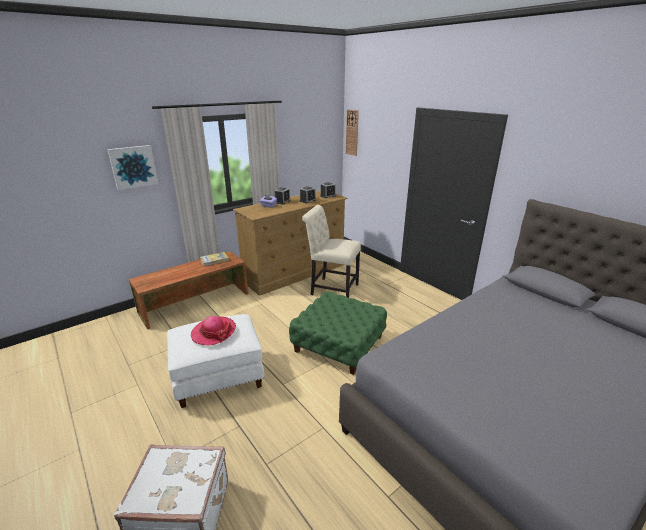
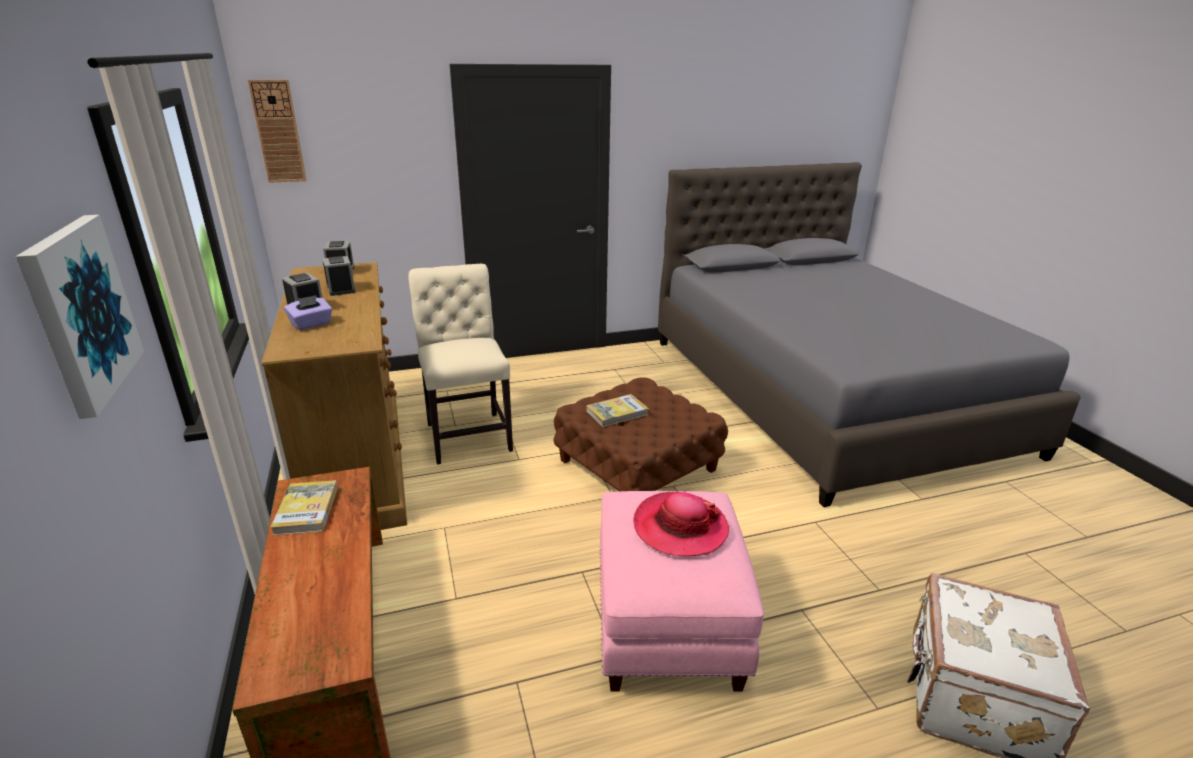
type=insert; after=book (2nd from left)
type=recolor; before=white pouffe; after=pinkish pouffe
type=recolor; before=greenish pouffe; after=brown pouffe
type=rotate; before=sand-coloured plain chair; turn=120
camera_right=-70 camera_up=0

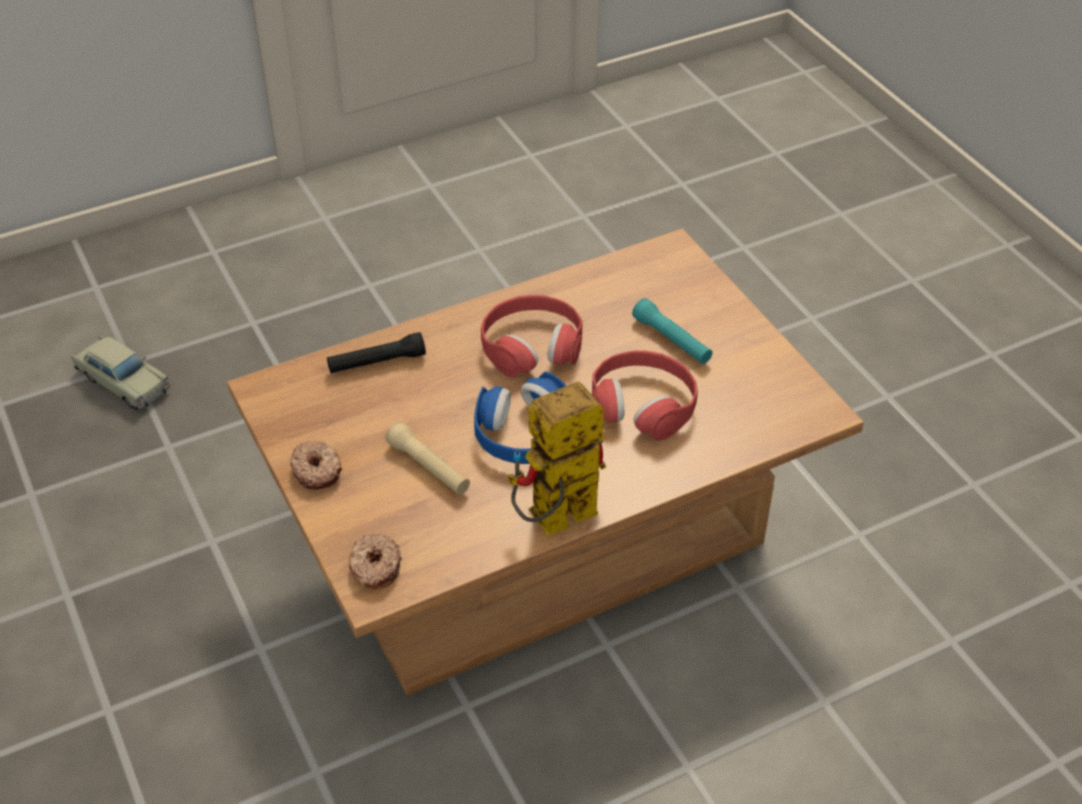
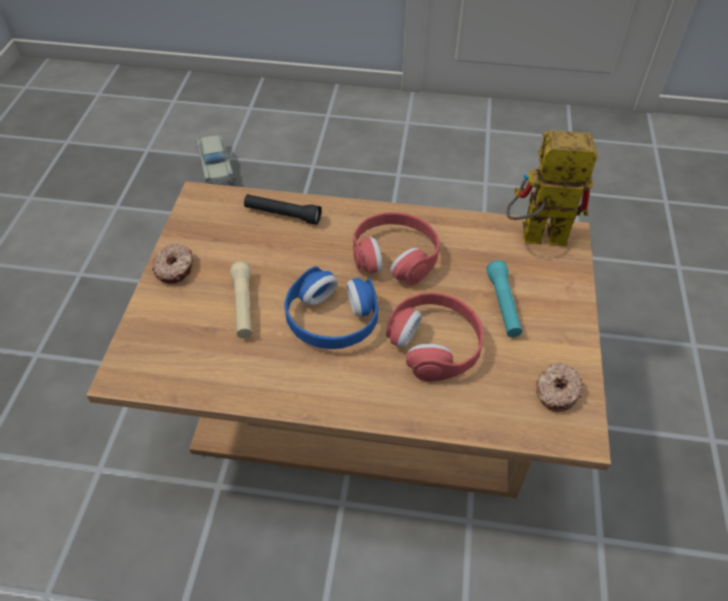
type=move; before=doughnut (2nd from left)
type=move; before=toy robot
camera_right=35 camera_up=5

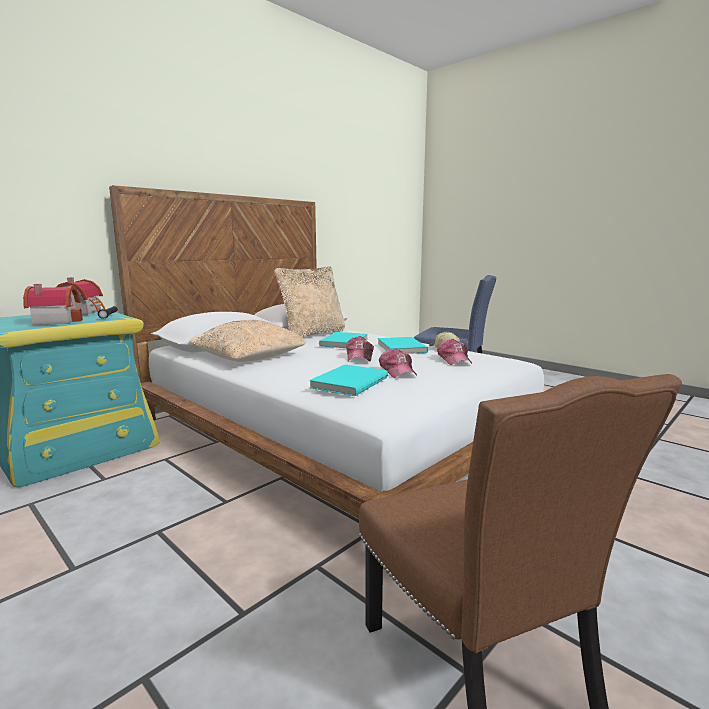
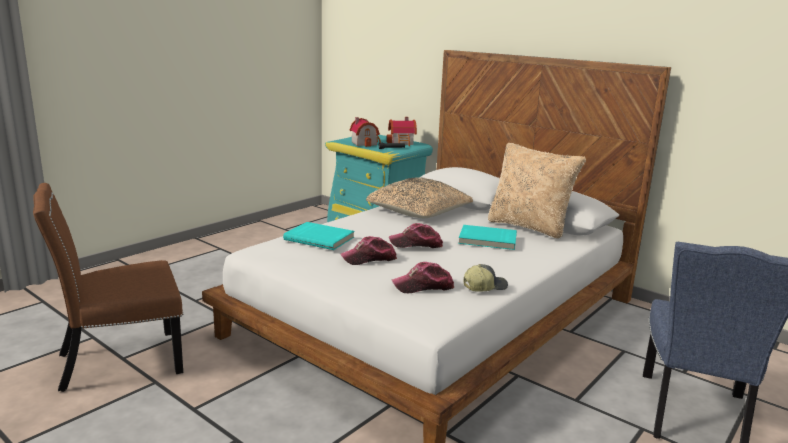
type=delete; before=turquoise book (3rd from left)
camera_right=85 camera_up=5

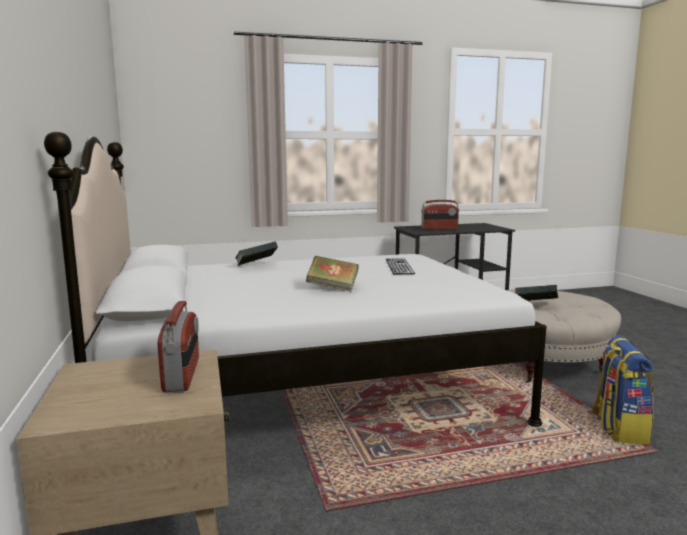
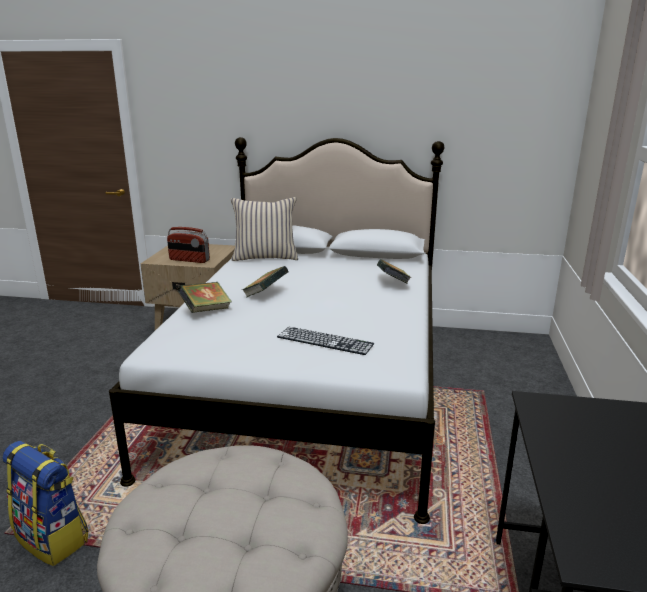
type=delete; before=radio receiver (2nd from left)
type=insert; after=sand-coloured cushion
type=move; before=book (3rd from left in the first image); after=book (1st from left)
camera_right=115 camera_up=10

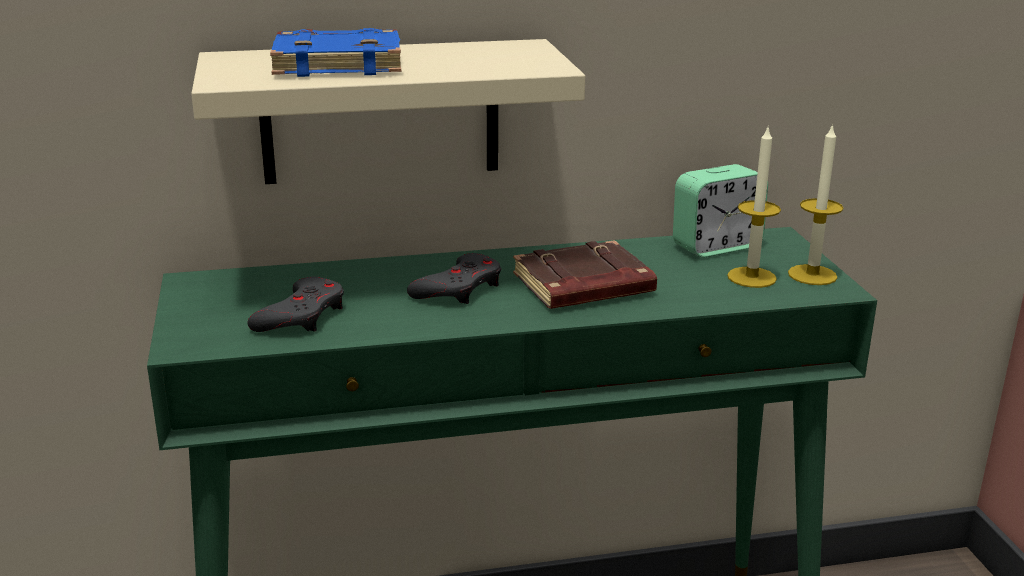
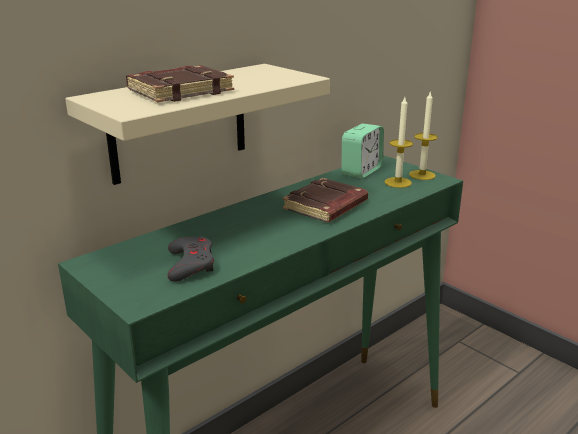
type=delete; before=gray joypad (2nd from left)
type=recolor; before=blue book; after=brown book (1st from left)
camera_right=-30 camera_up=0

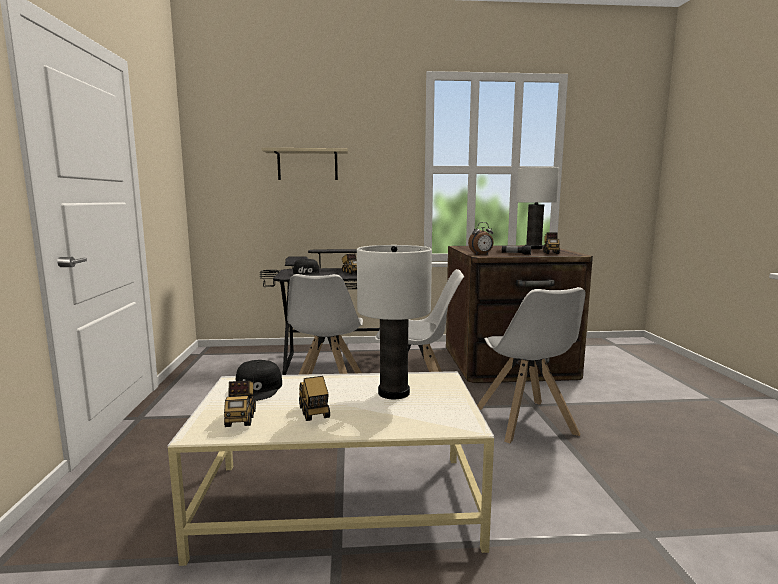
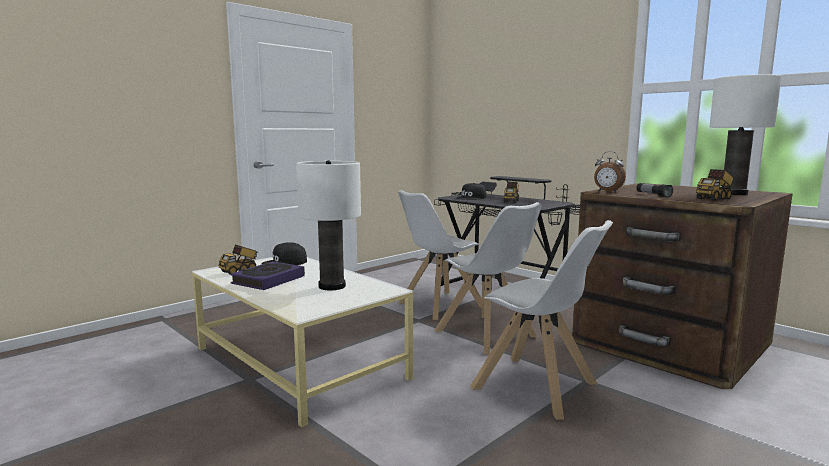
type=delete; before=sand-coloured bracket shelf
type=replace; before=toy lorry (2nd from left); after=book
type=rotate; before=plain chair (3rd from left); turn=-90
camera_right=50 camera_up=0

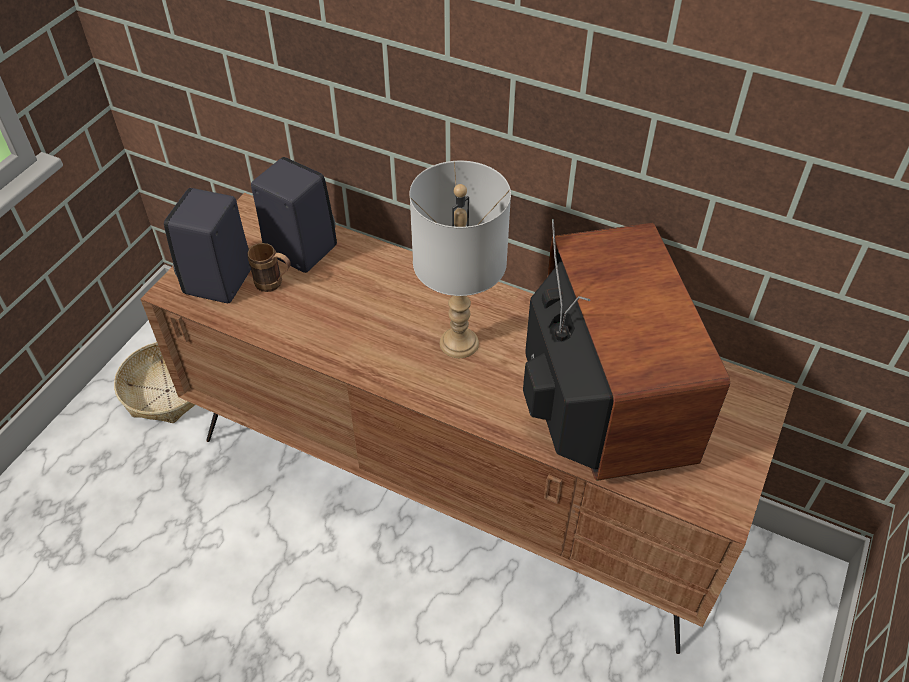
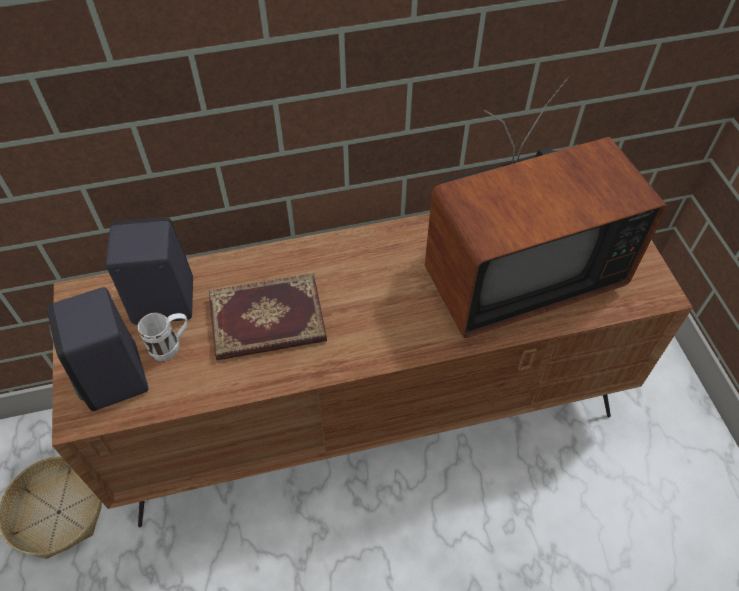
type=delete; before=gray lamp for a table
type=insert; after=book
type=recolor; before=brown coffee mug; after=white coffee mug
type=rotate; before=TV set; turn=120
camera_right=-40 camera_up=5

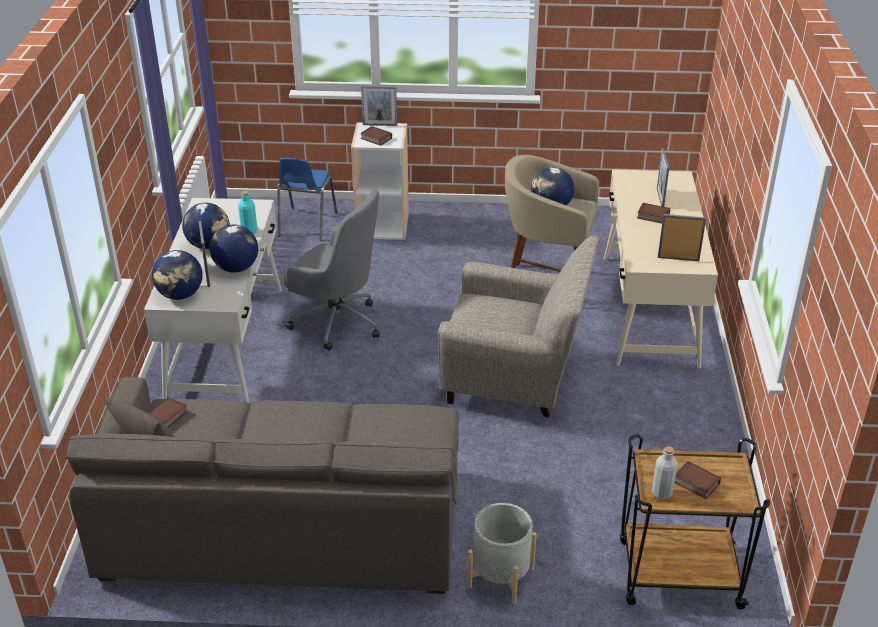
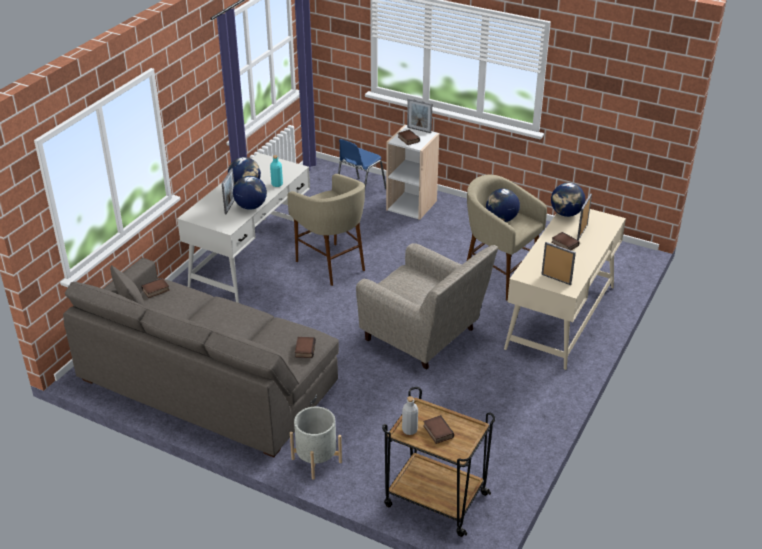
type=insert; after=book (2nd from left)
type=move; before=world globe (1st from left in the first image); after=world globe (4th from left)
type=replace; before=gray desk chair; after=sand-coloured sitting stool (1st from left)
camera_right=25 camera_up=0

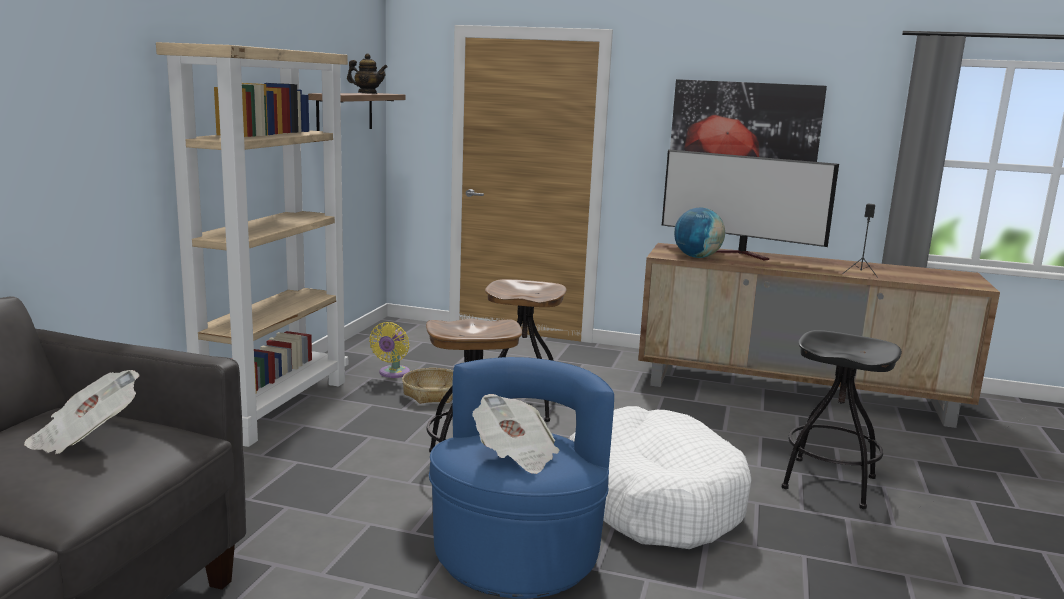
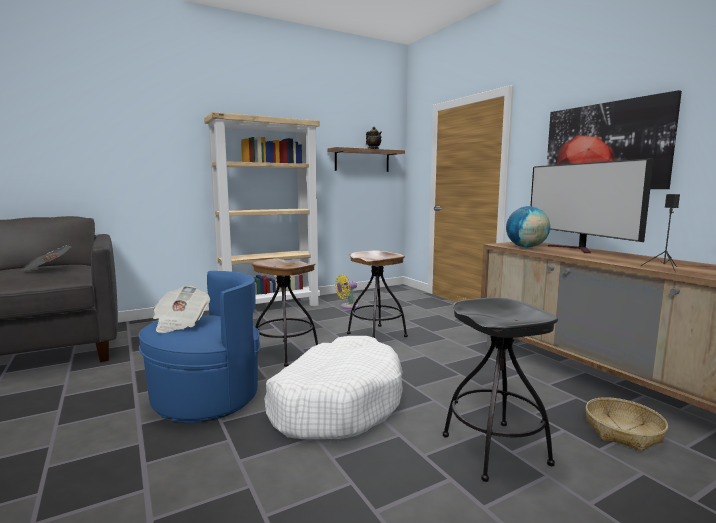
type=move; before=household basket
camera_right=45 camera_up=-5

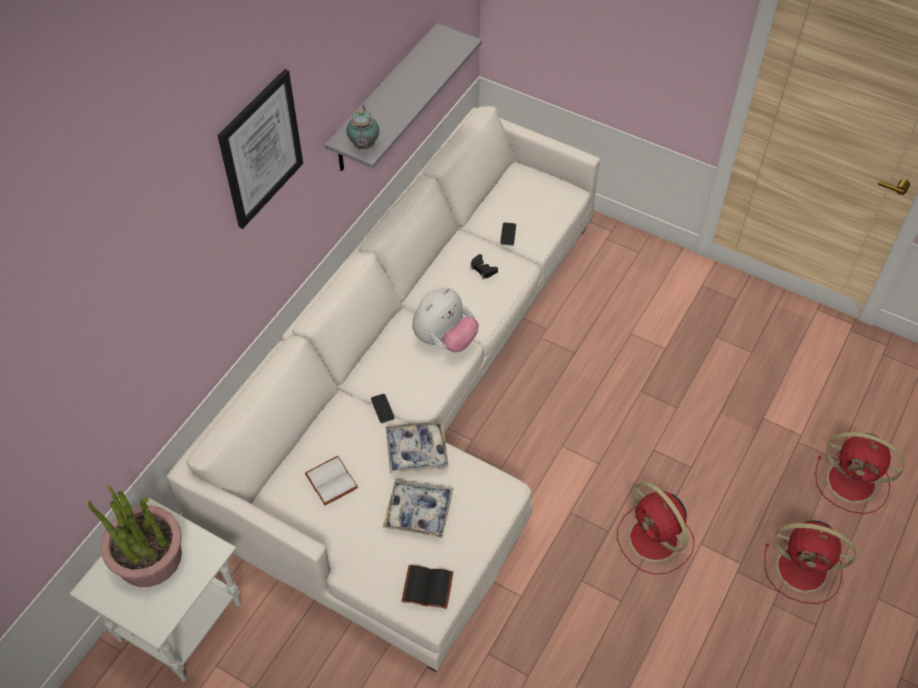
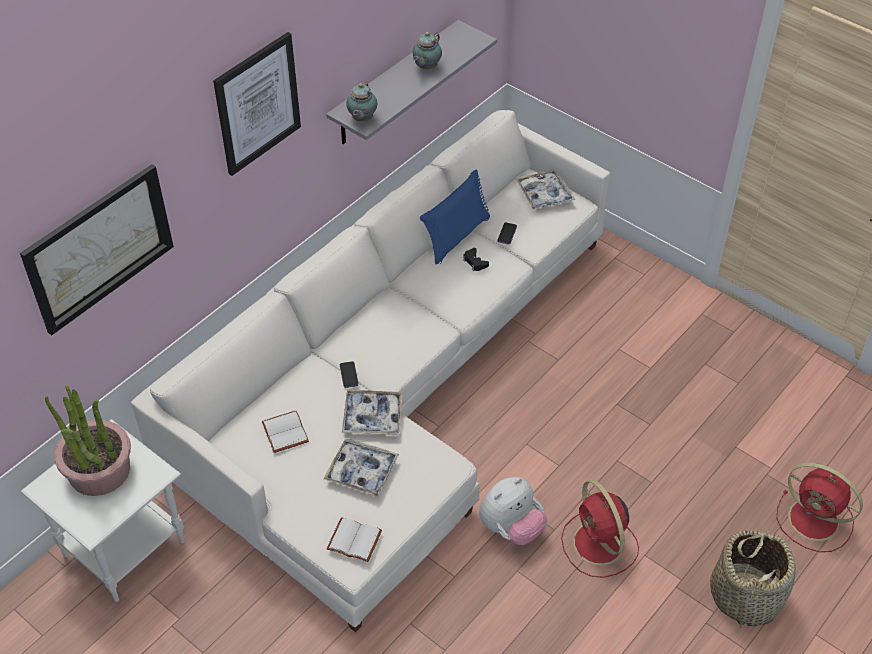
type=insert; after=wall picture (1st from left)
type=insert; after=pot for tea (2nd from left)
type=insert; after=blue cushion
type=insert; after=carrying tray (3rd from left)
type=move; before=soft toy
type=replace; before=reddish cooling fan (2nd from left); after=household basket
type=recolor; before=black book; after=white book (2nd from left)
camera_right=10 camera_up=-5

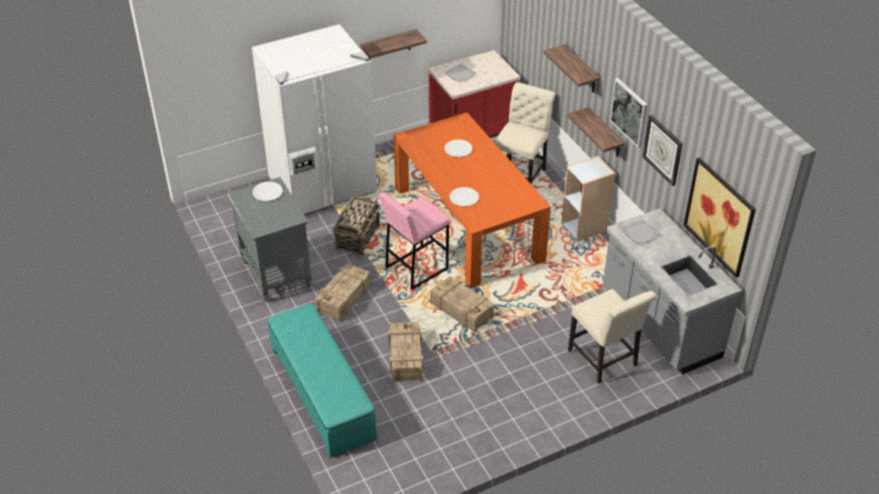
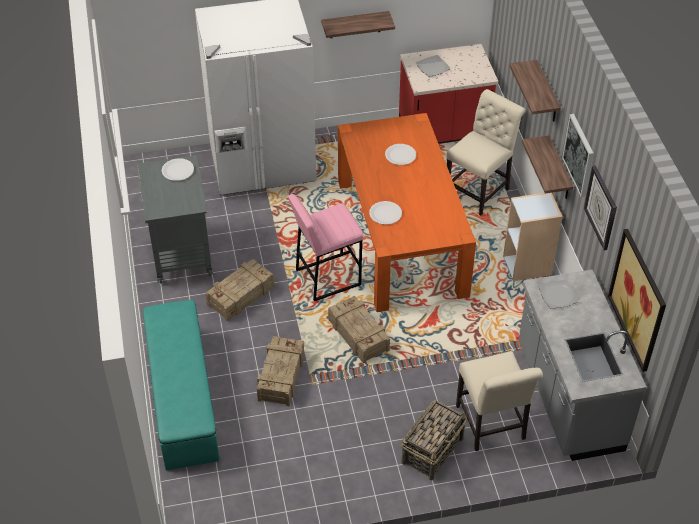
type=move; before=household basket
camera_right=15 camera_up=5

